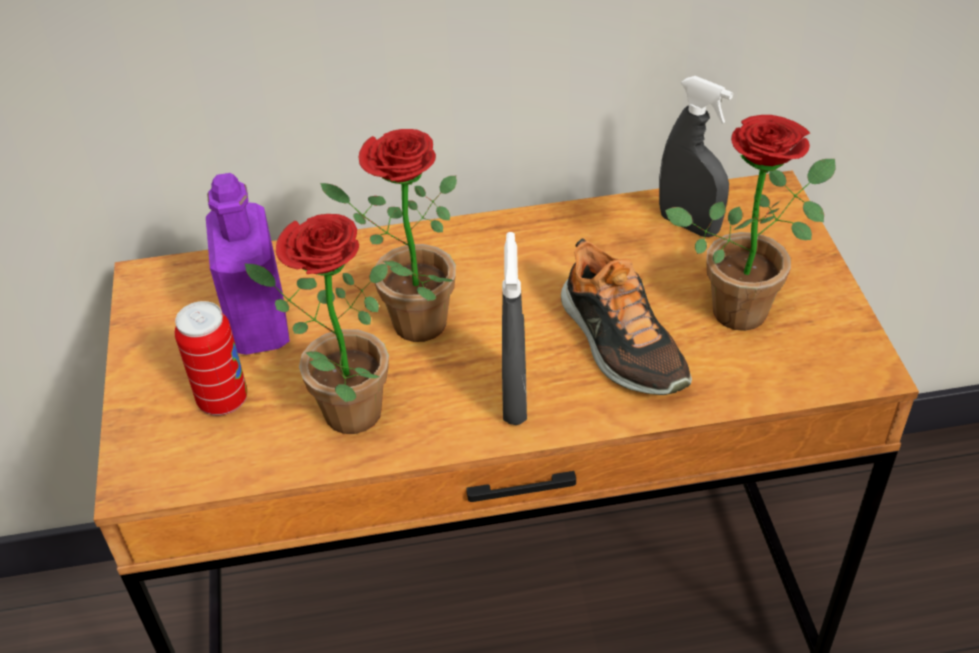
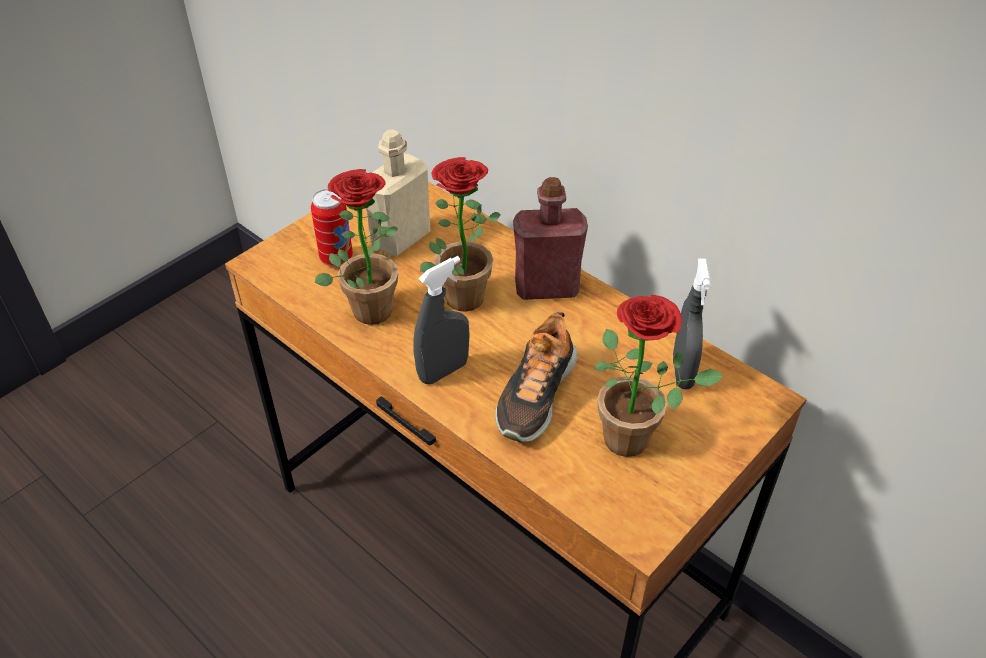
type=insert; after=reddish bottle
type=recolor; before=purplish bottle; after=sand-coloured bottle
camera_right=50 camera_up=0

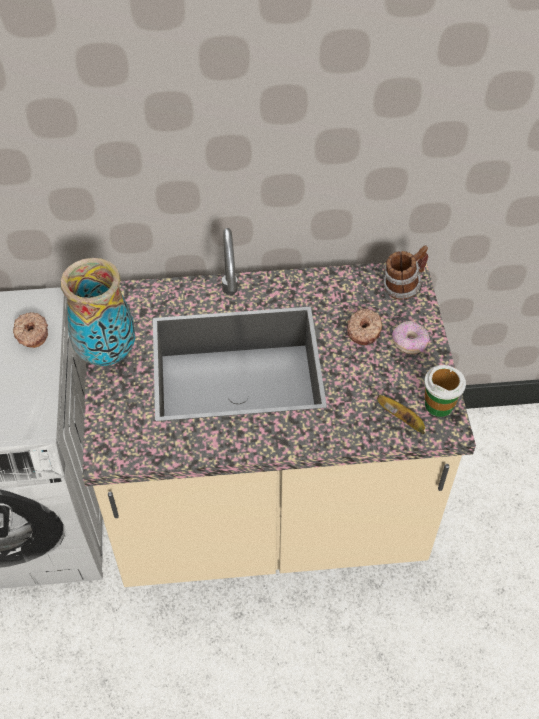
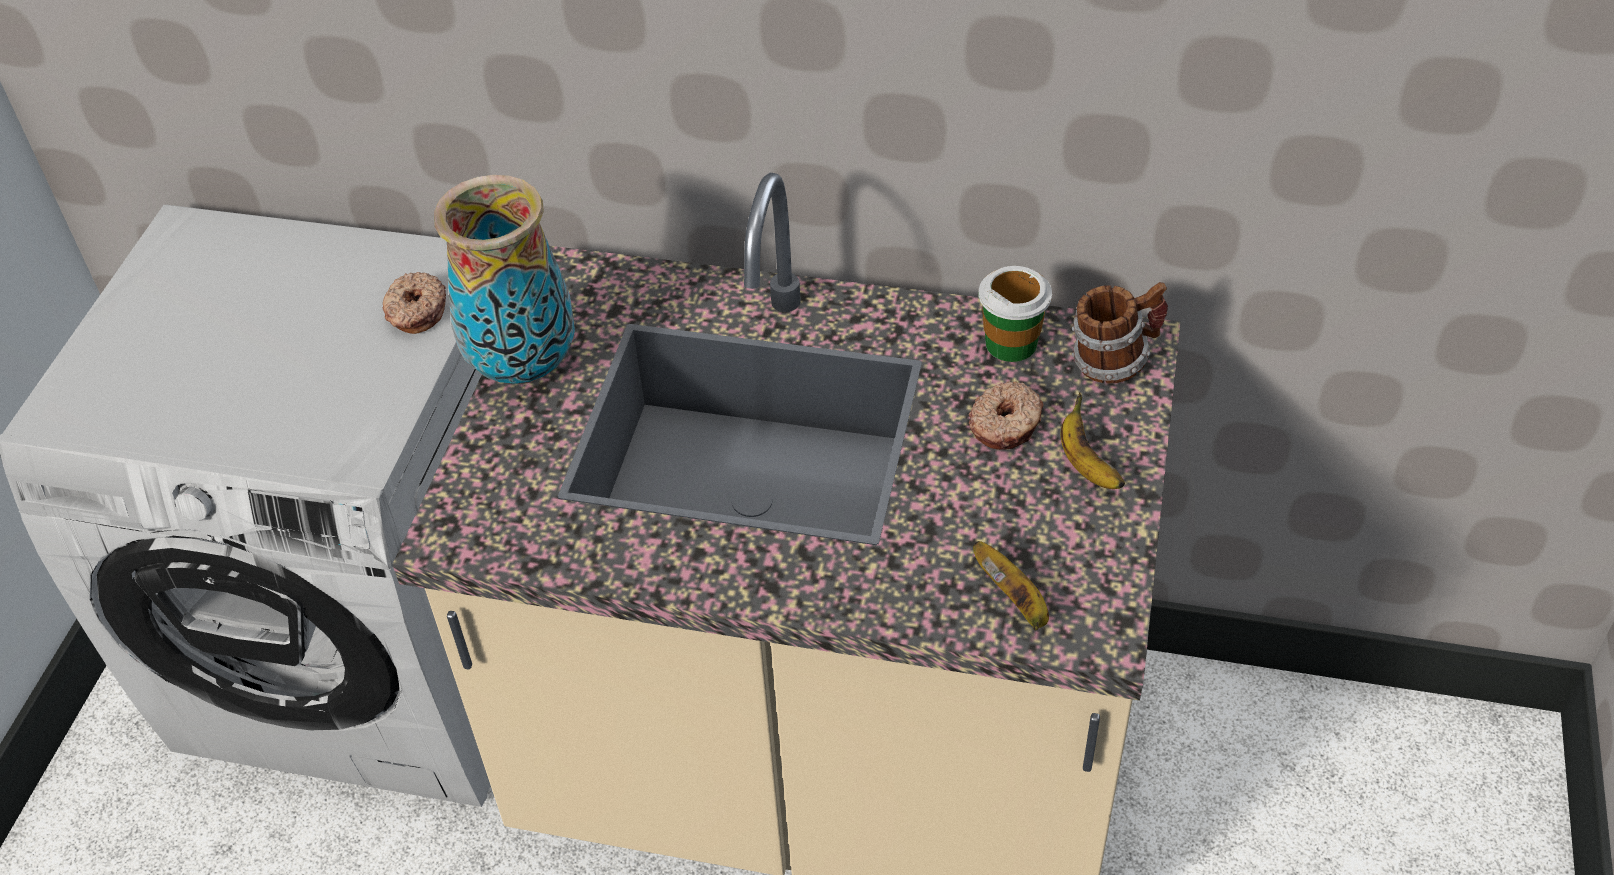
type=move; before=drinking cup
type=replace; before=doughnut (3rd from left); after=whole banana (2nd from left)
camera_right=20 camera_up=-5

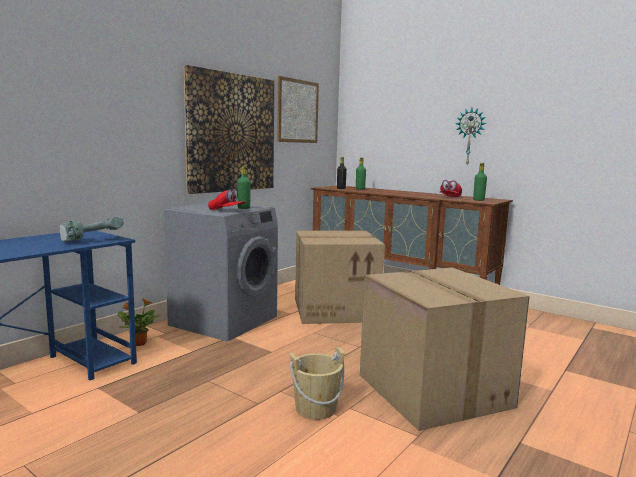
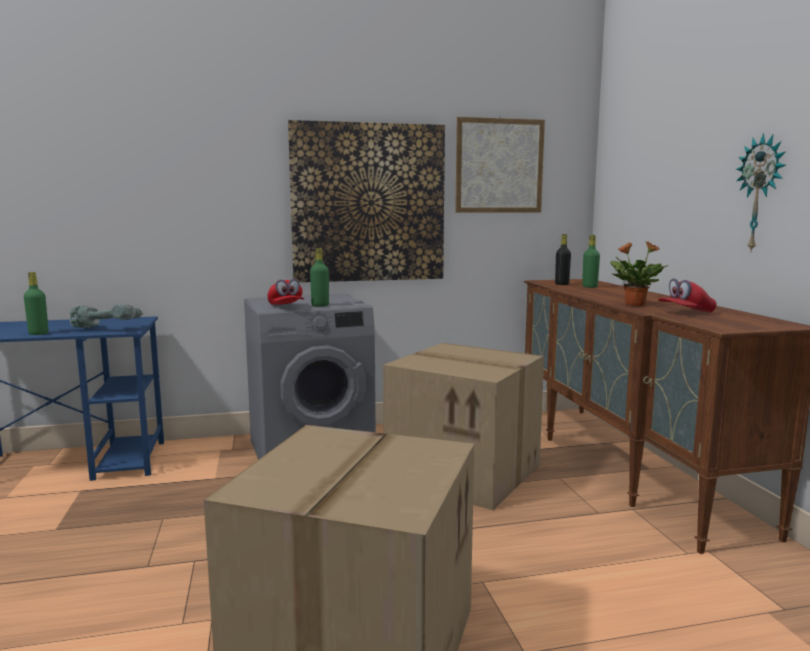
type=delete; before=sand-coloured water bucket
type=move; before=houseplant
type=move; before=greenish bottle (3rd from left in the first image); after=greenish bottle (1st from left)
camera_right=40 camera_up=0

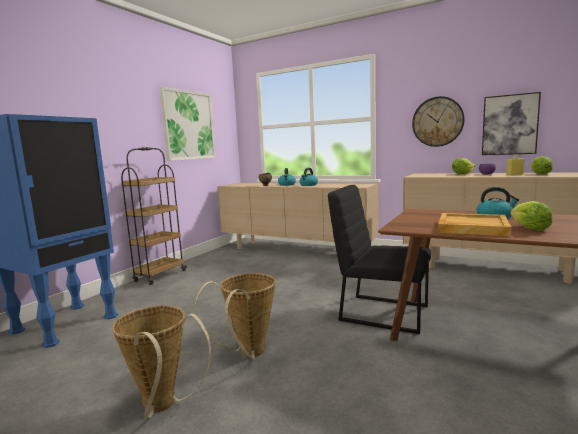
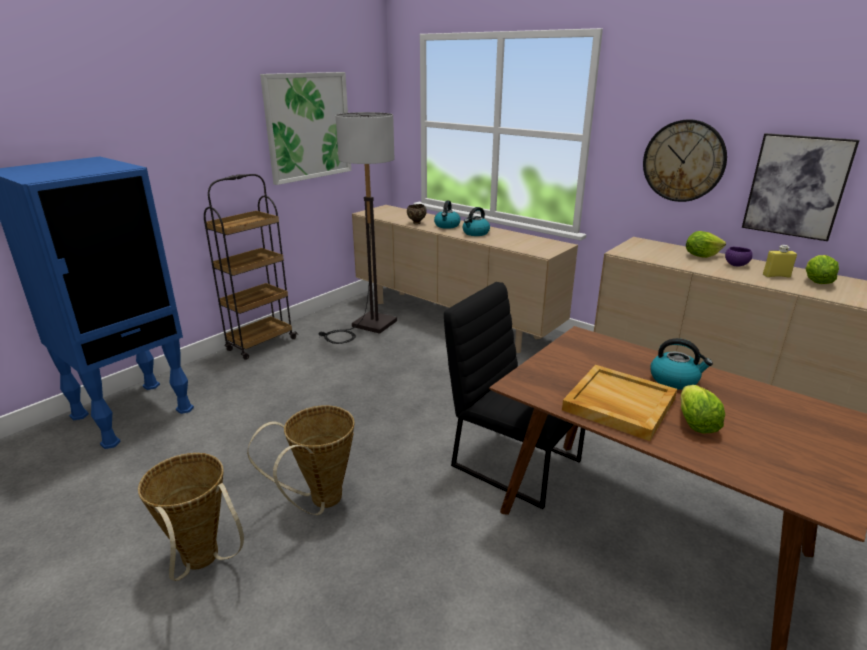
type=insert; after=standing lamp
camera_right=10 camera_up=15

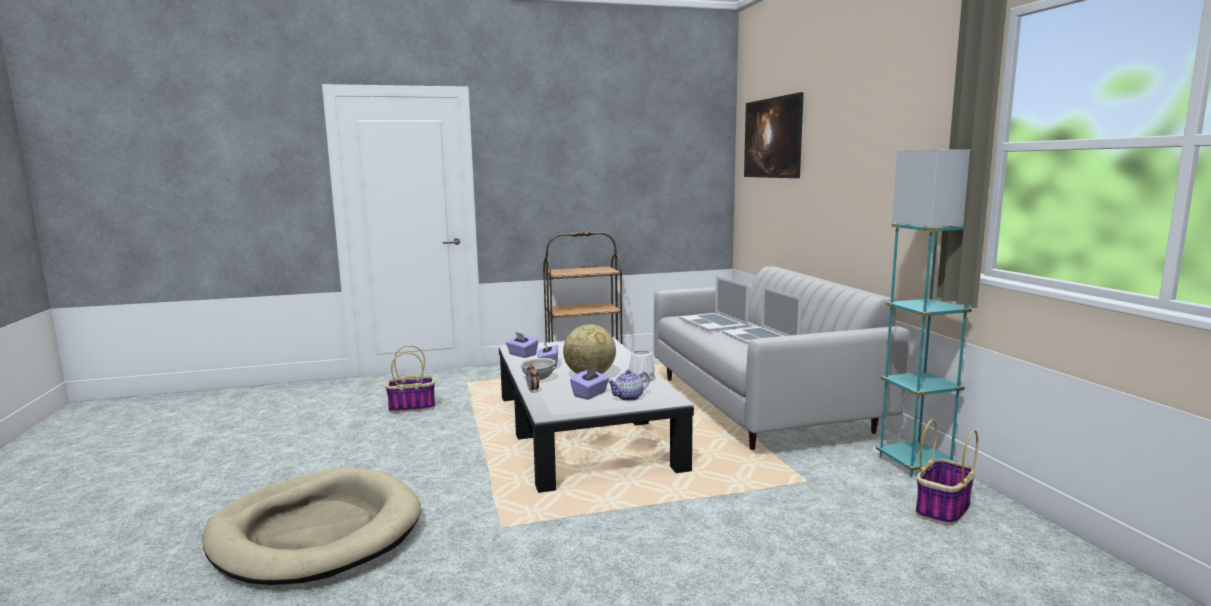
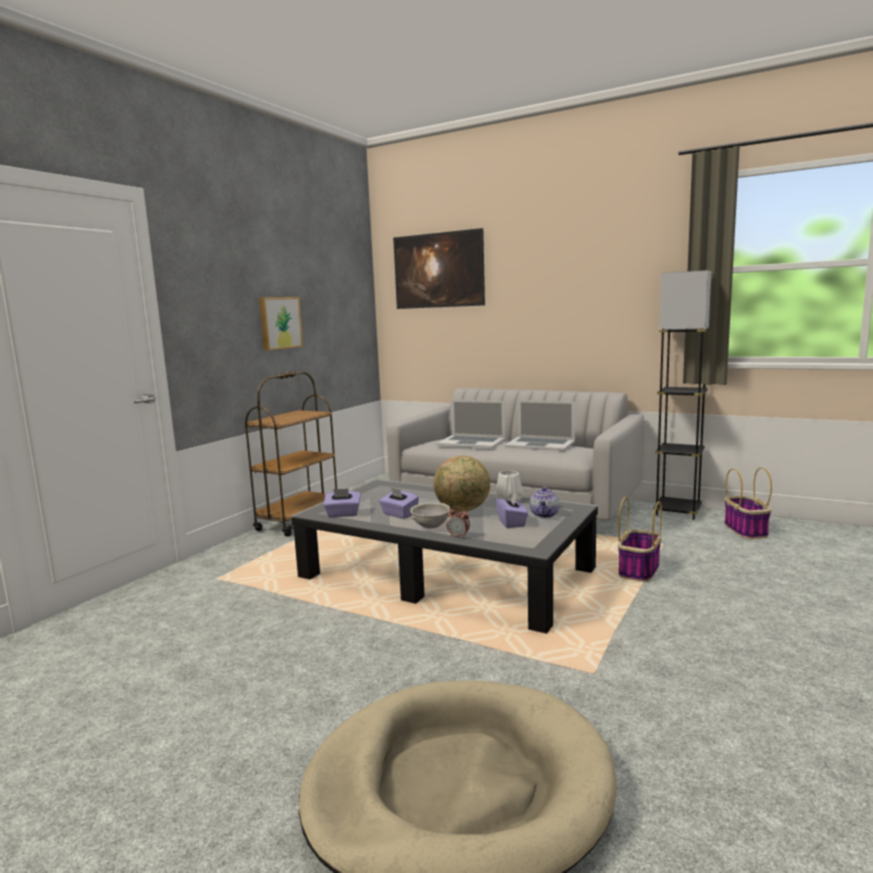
type=insert; after=wall picture (1st from left)
type=move; before=household basket (1st from left)
type=recolor; before=turquoise standing lamp; after=gray standing lamp
camera_right=-45 camera_up=0

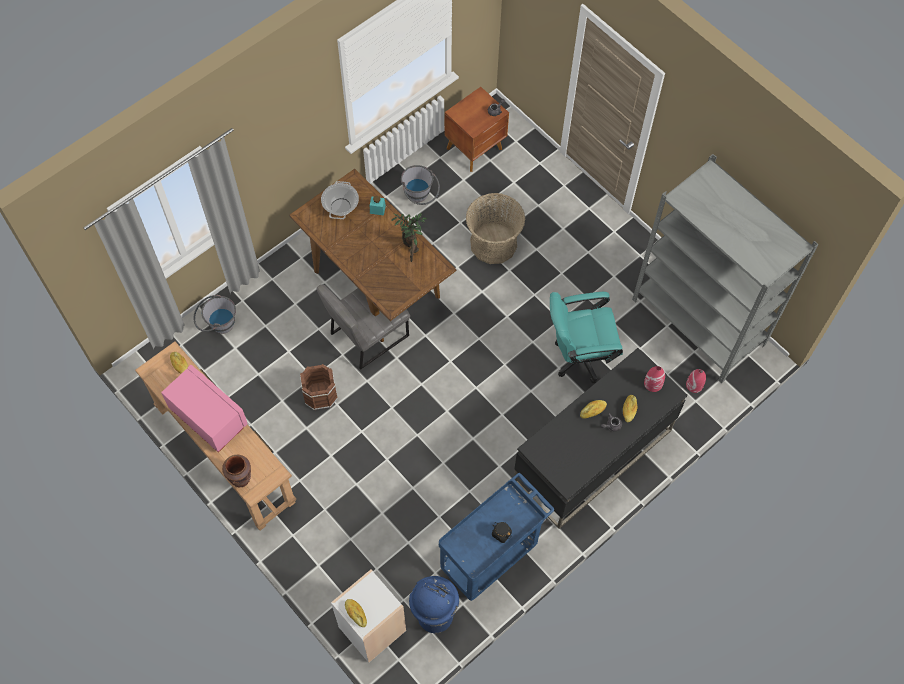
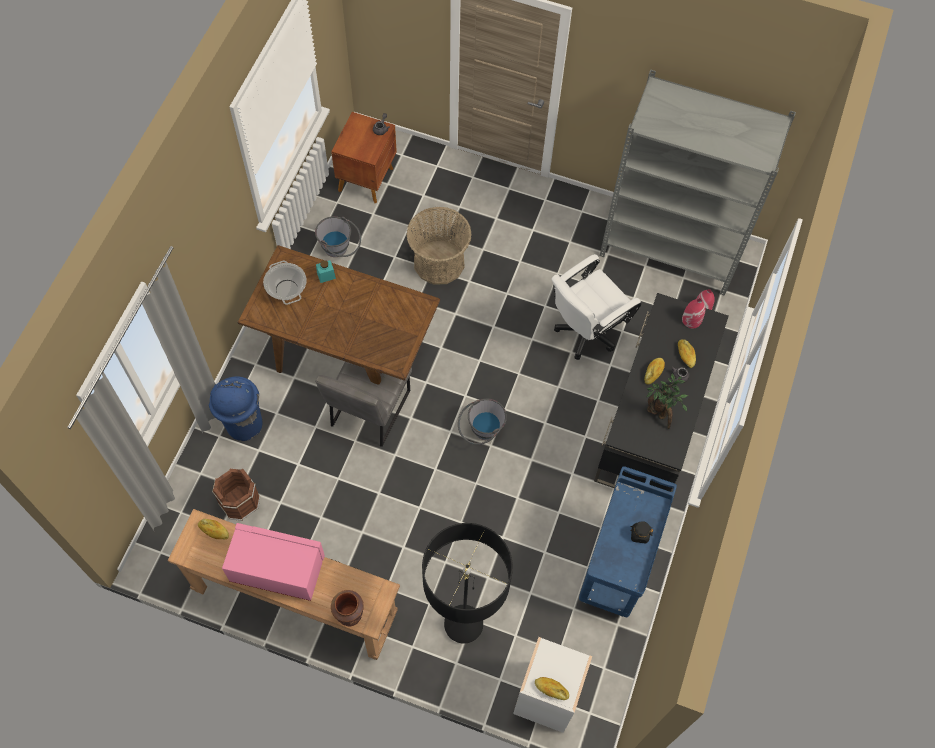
type=insert; after=black standing lamp
type=move; before=gray water bucket (1st from left in the first image); after=gray water bucket (2nd from left)
type=move; before=brown water bucket
type=move; before=houseplant
type=move; before=blue rubbish bin
type=recolor; before=turquoise desk chair; after=white desk chair
camera_right=-30 camera_up=0

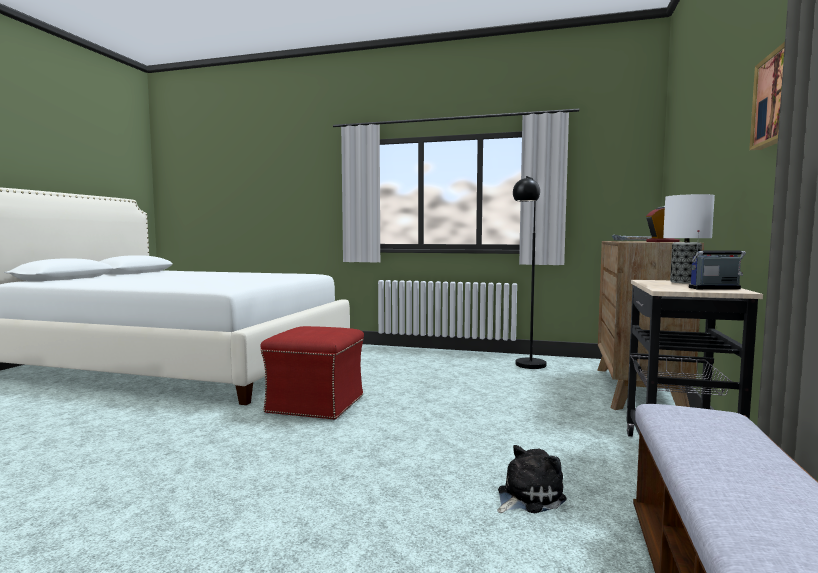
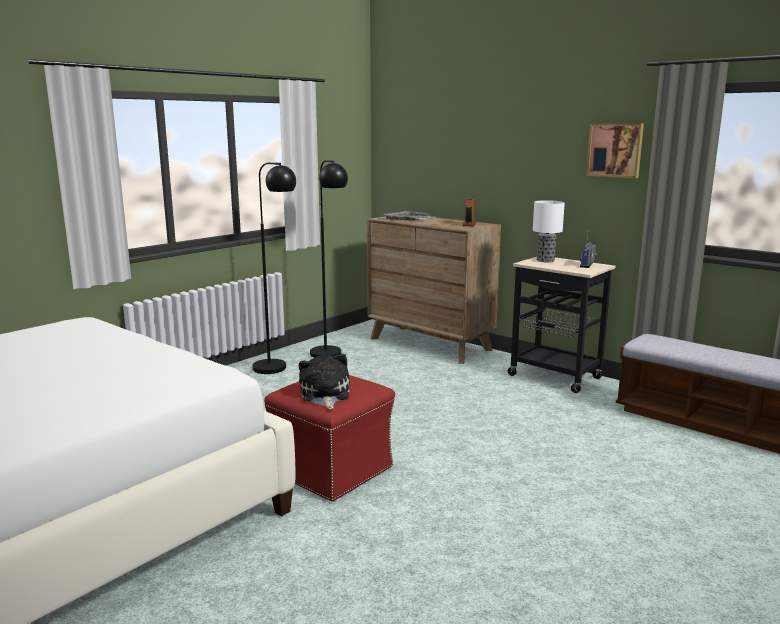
type=insert; after=black standing lamp (1st from left)
type=move; before=soft toy
camera_right=-65 camera_up=10

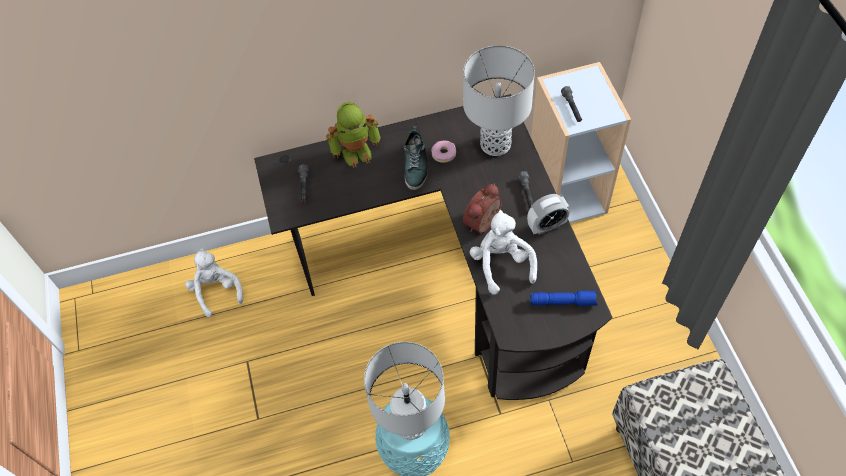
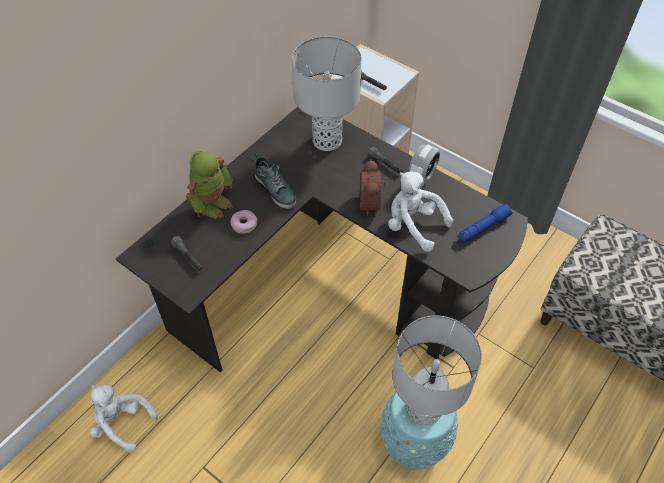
type=move; before=doughnut
camera_right=-40 camera_up=-5

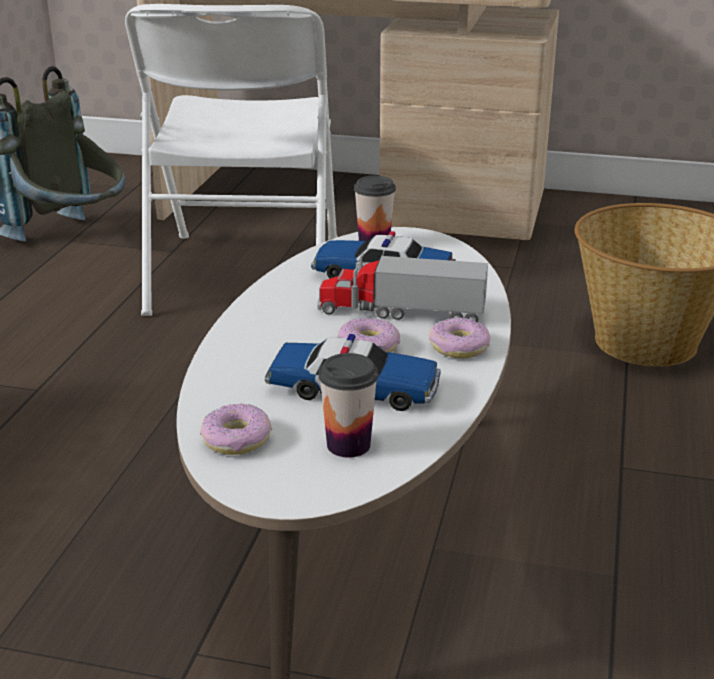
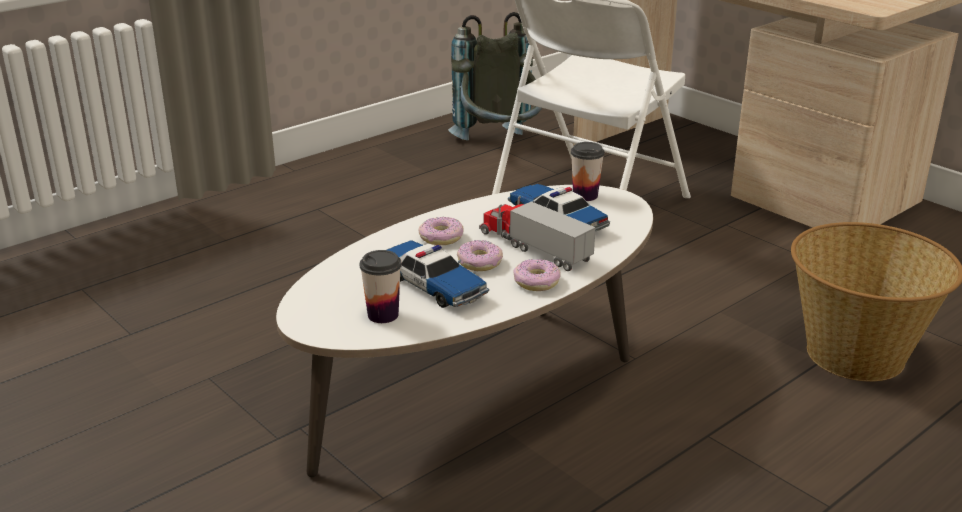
type=move; before=doughnut (1st from left)
camera_right=35 camera_up=0

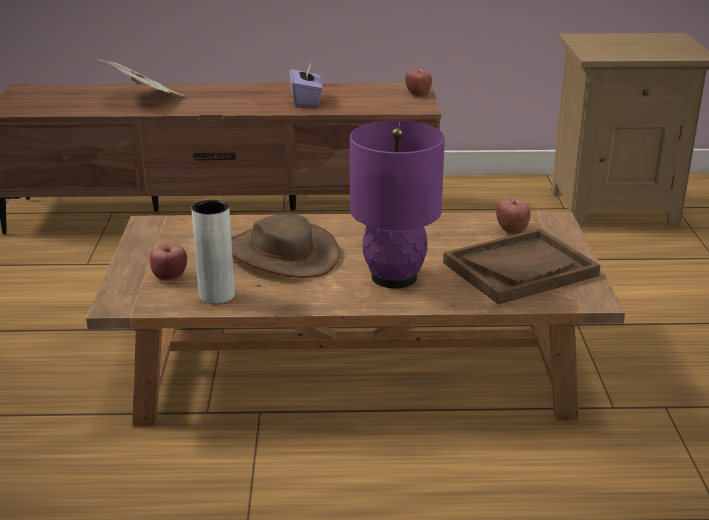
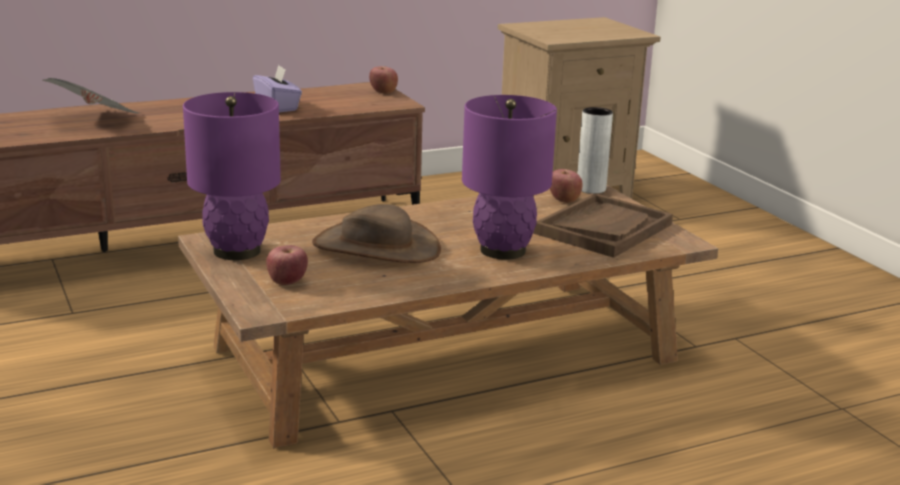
type=insert; after=purplish lamp for a table (1st from left)
type=move; before=gray flower vase
camera_right=-25 camera_up=-5

